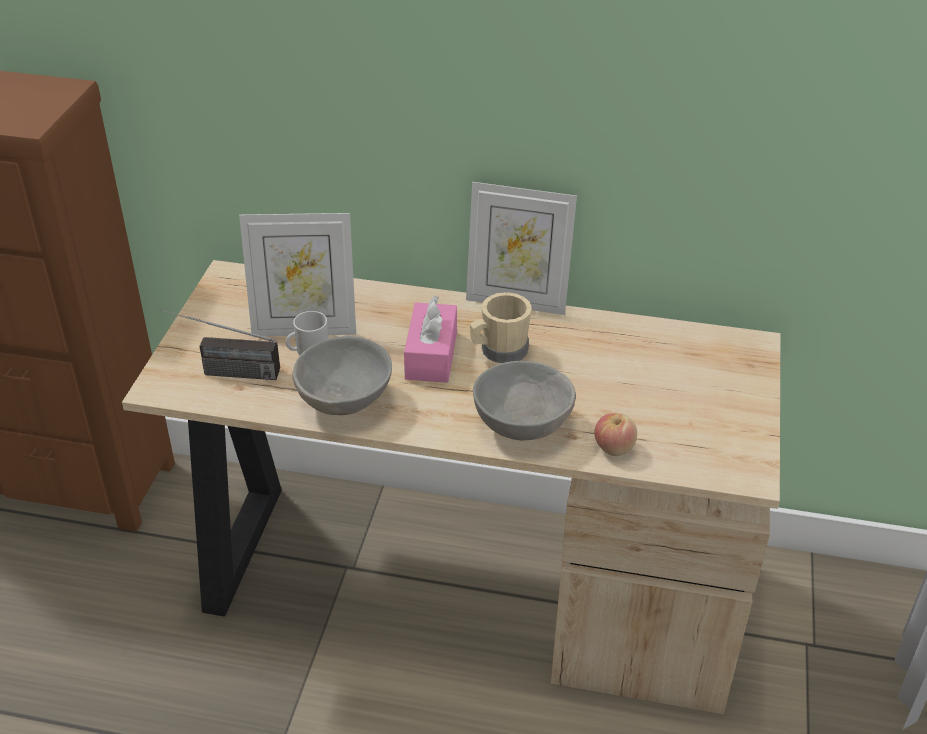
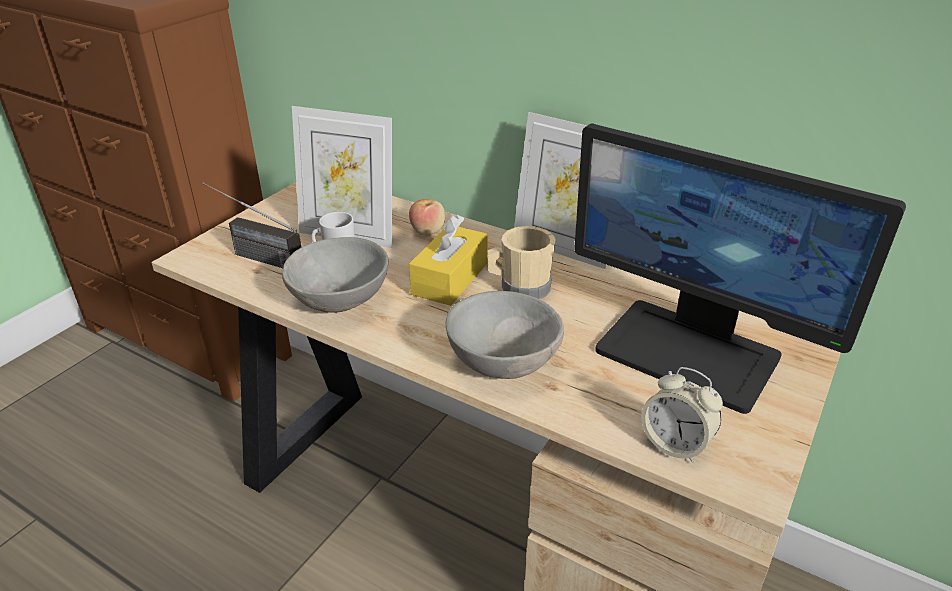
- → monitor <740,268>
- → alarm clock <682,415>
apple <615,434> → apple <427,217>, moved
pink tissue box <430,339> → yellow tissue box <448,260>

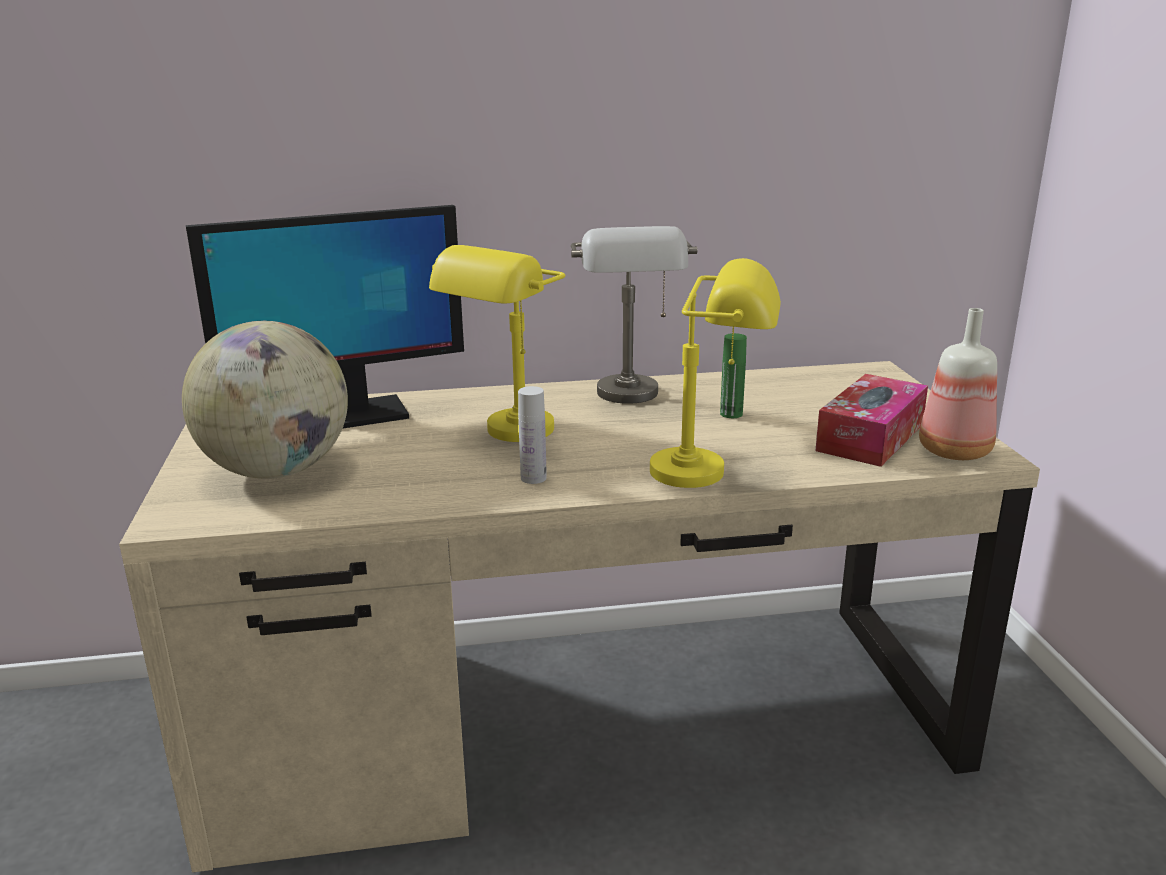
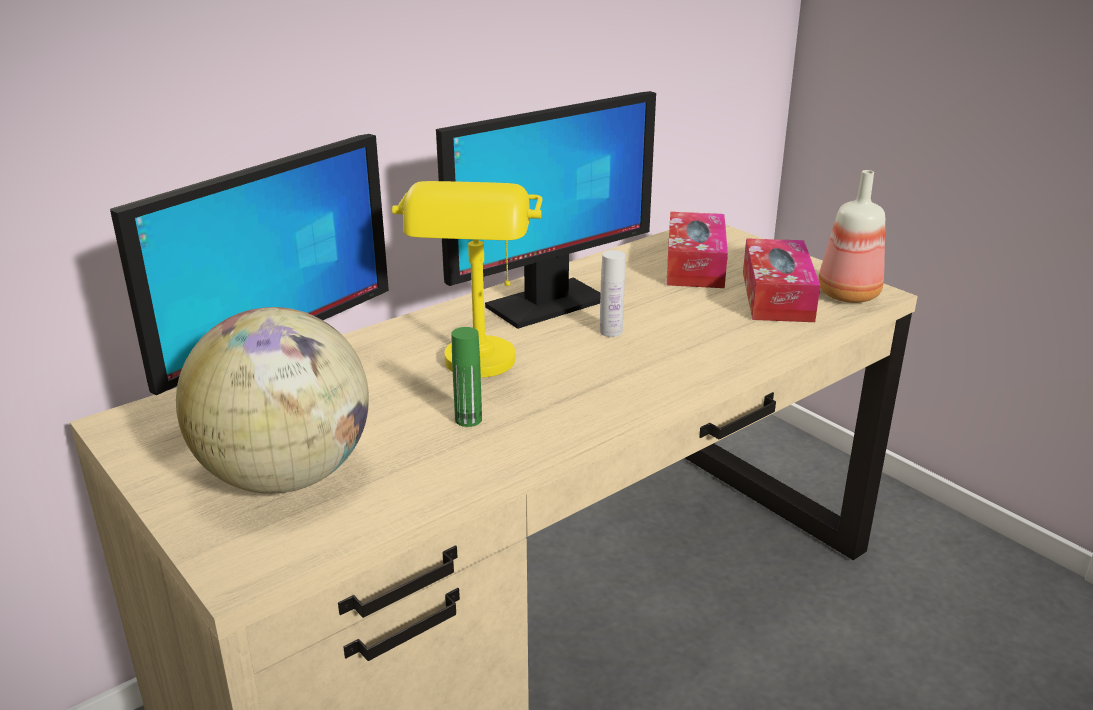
yellow table lamp <715,373> → -
- → tissue box <697,250>
white bottle <532,435> → white bottle <612,293>, moved
green bottle <733,375> → green bottle <466,377>, moved
grey table lamp <634,315> → monitor <546,210>

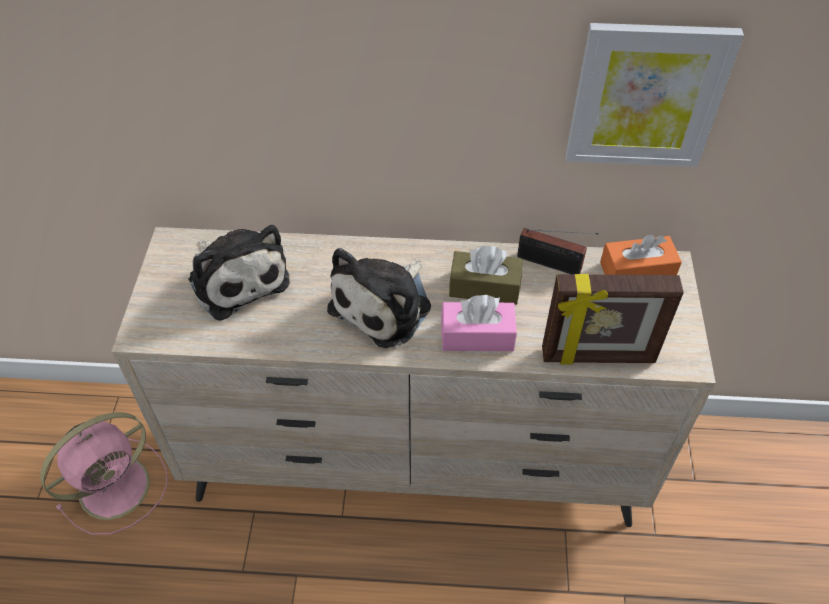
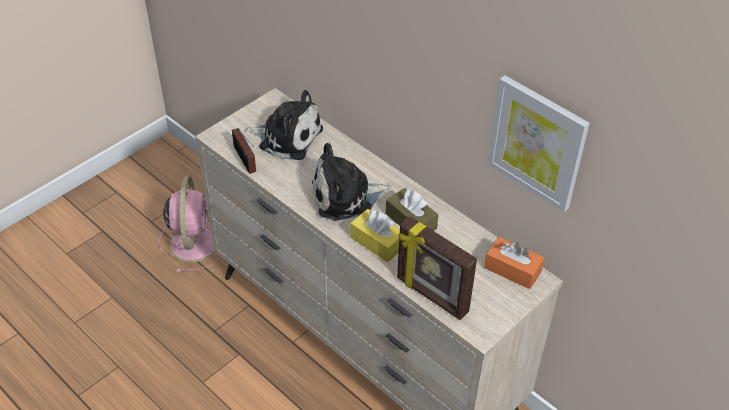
radio <558,251> → radio <244,151>, moved
pink tissue box <479,323> → yellow tissue box <375,235>
pink fan <104,473> → pink fan <190,224>, 90 degrees counterclockwise
plush toy <239,273> → plush toy <284,125>, 75 degrees counterclockwise

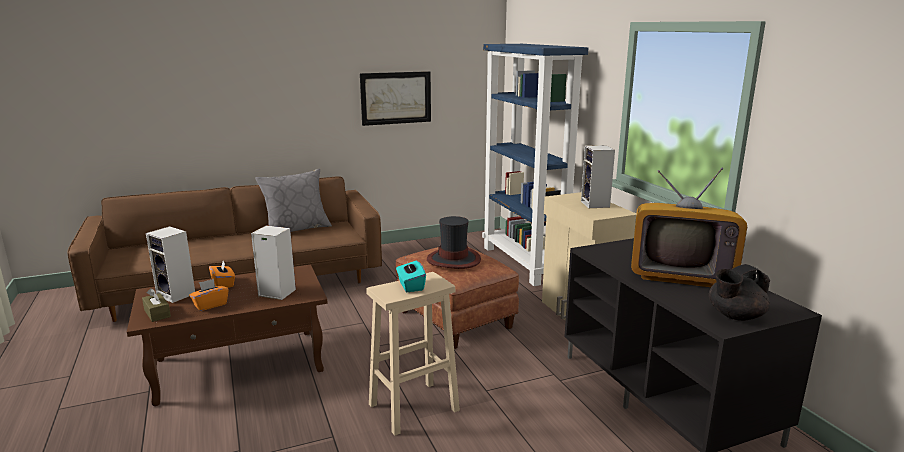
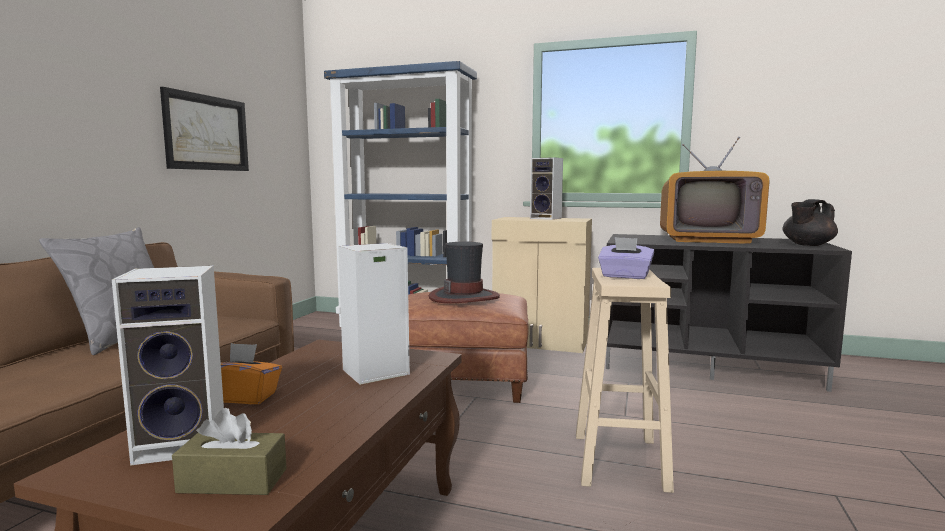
orange tissue box <209,295> → -
turquoise tissue box <411,274> → purple tissue box <626,258>
television <689,227> → television <715,190>, 45 degrees clockwise
black teapot <739,292> → black teapot <810,222>, 45 degrees clockwise

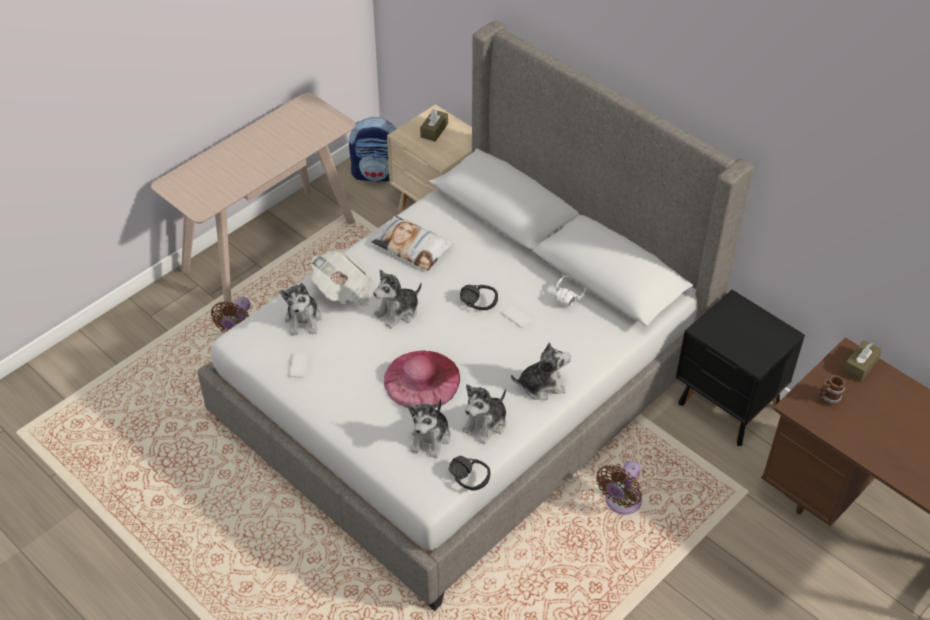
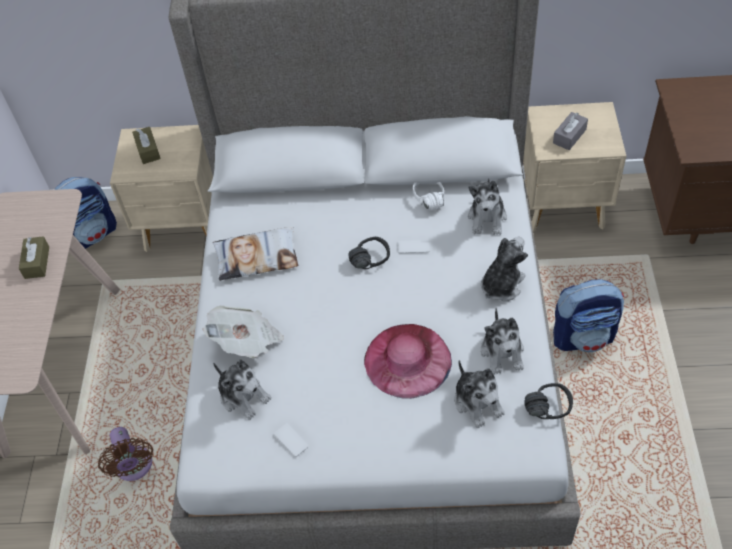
mug <832,389> → -
- → grey tissue box <570,131>
plush toy <397,299> → plush toy <487,206>, moved
brown tissue box <862,361> → brown tissue box <34,257>, moved
brown fan <619,487> → backpack <588,315>
black nightstand <740,368> → beige nightstand <574,167>

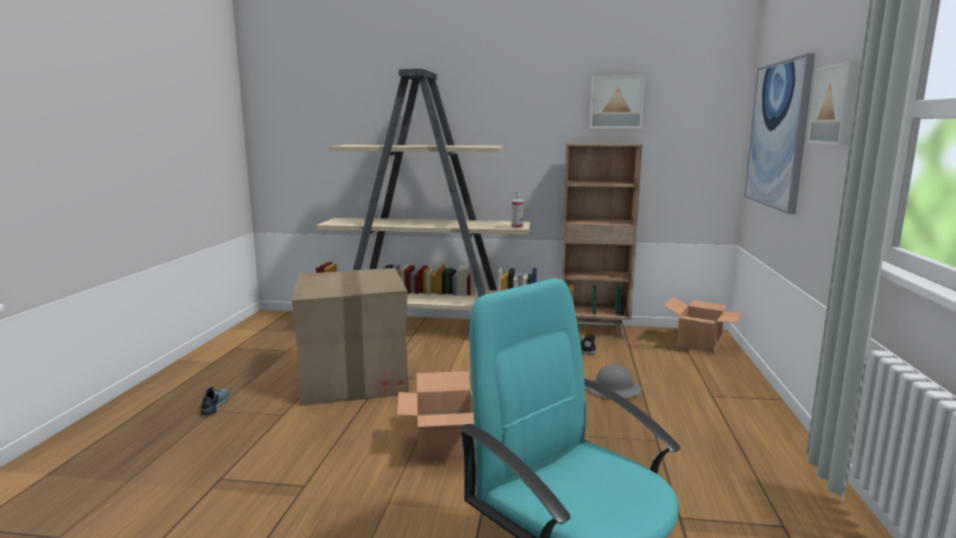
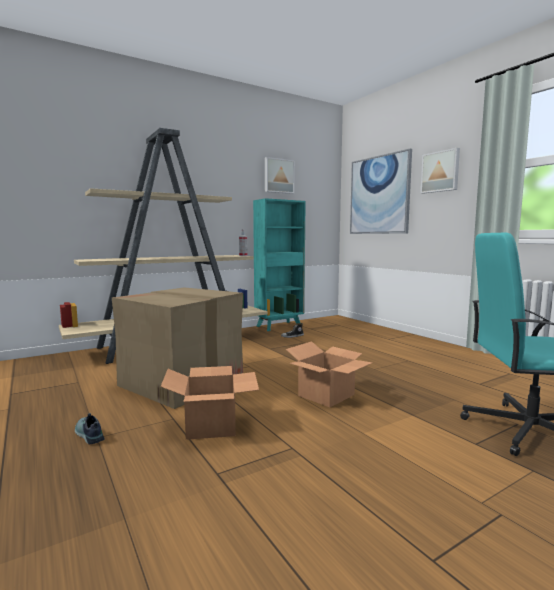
grey hard hat <614,381> → -
cardboard box <703,325> → cardboard box <210,403>, moved
brown bookcase <602,241> → turquoise bookcase <279,264>

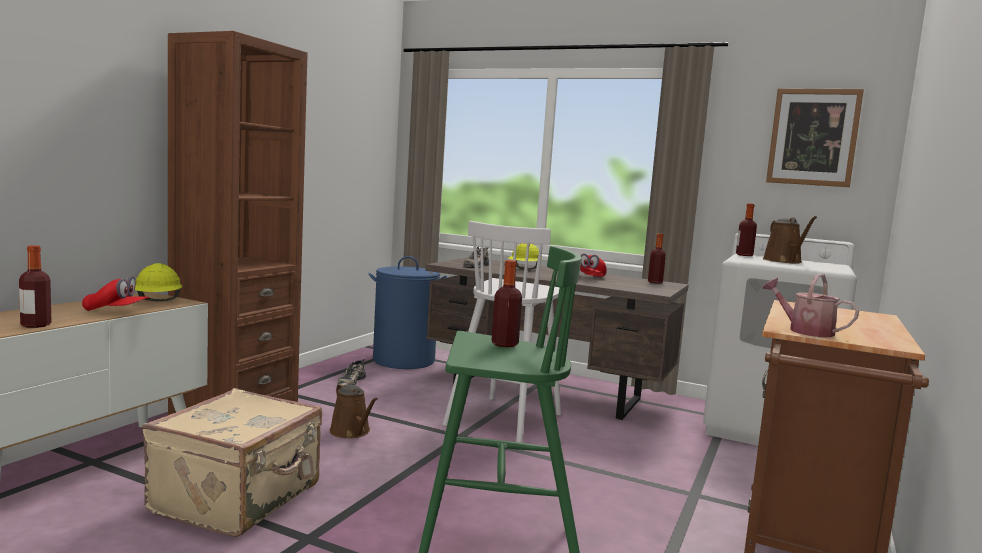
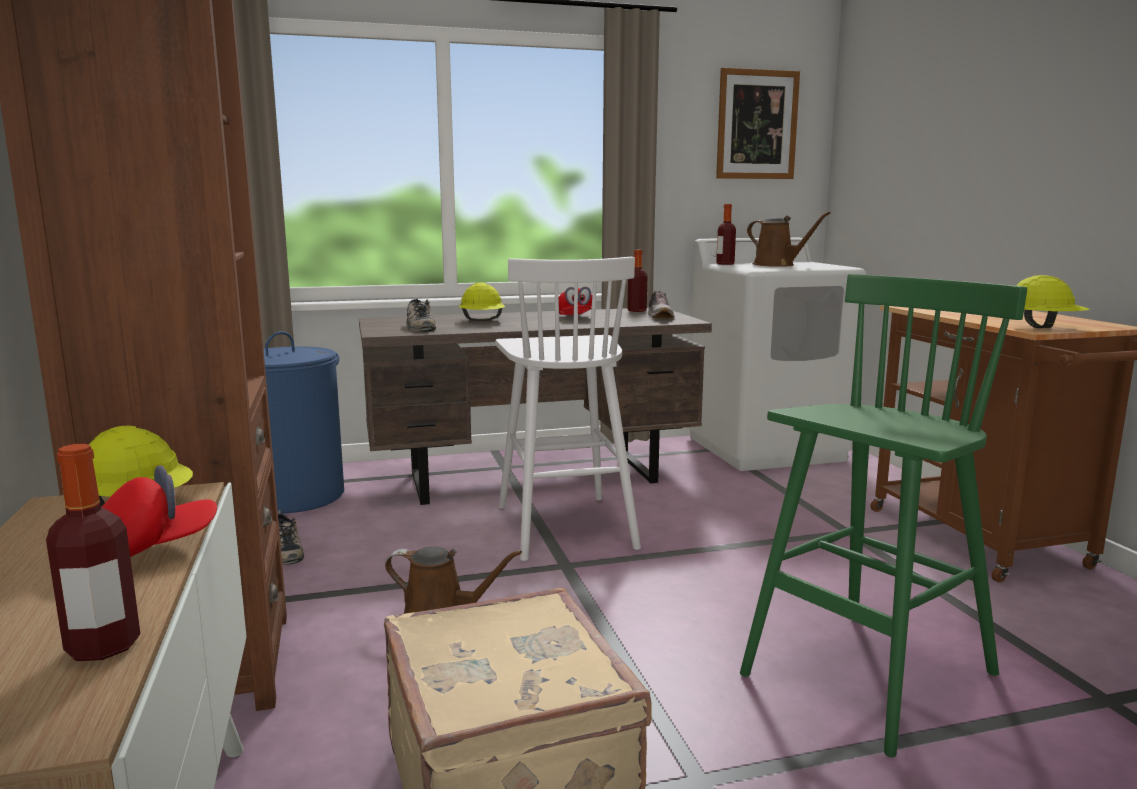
bottle <507,303> → -
- → shoe <661,305>
watering can <810,305> → yellow hard hat <1052,301>

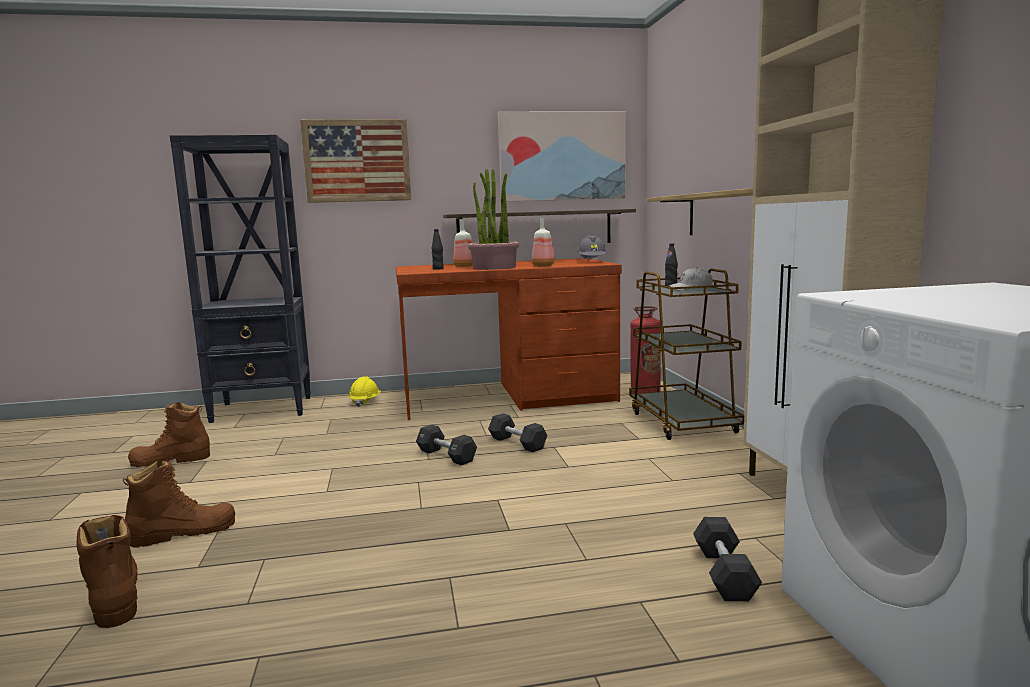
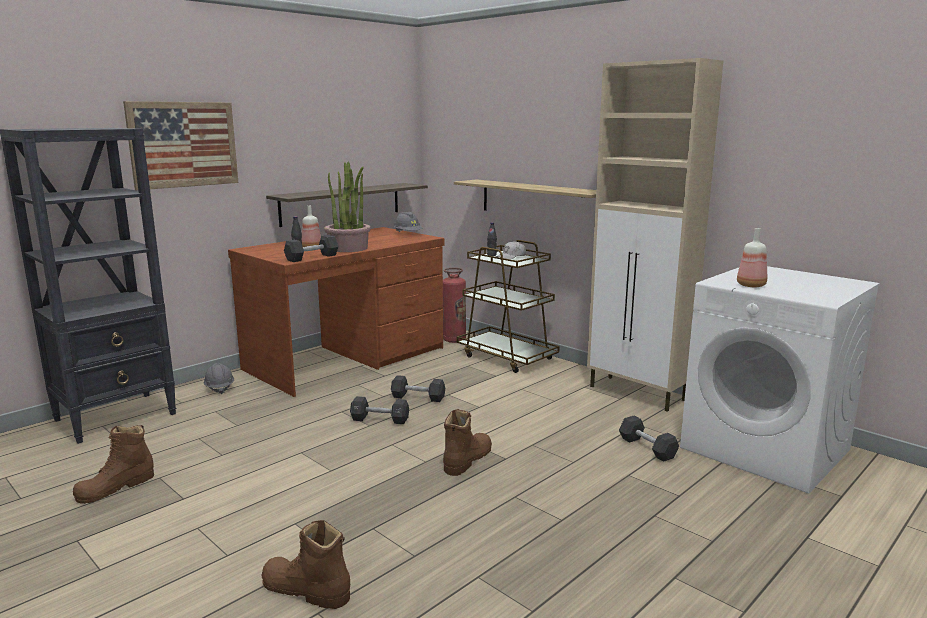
picture <562,156> → -
- → black dumbbell <311,248>
brown boot <179,503> → brown boot <467,442>, moved
bottle <543,242> → bottle <752,257>, moved
yellow hard hat <365,391> → grey hard hat <219,378>

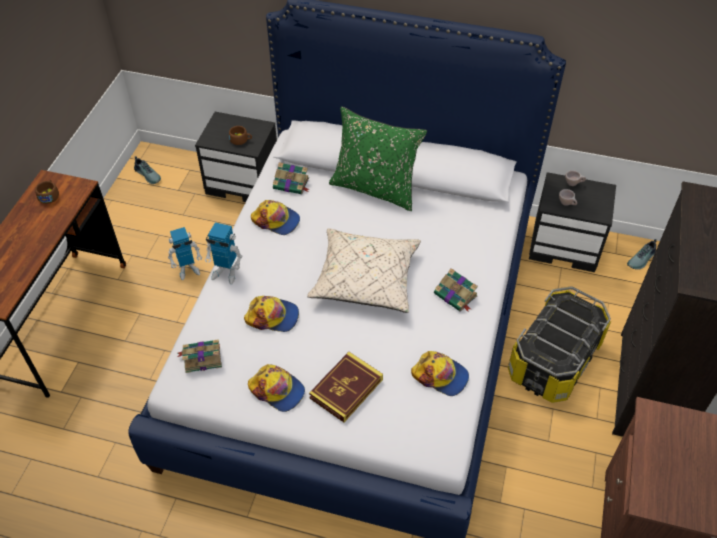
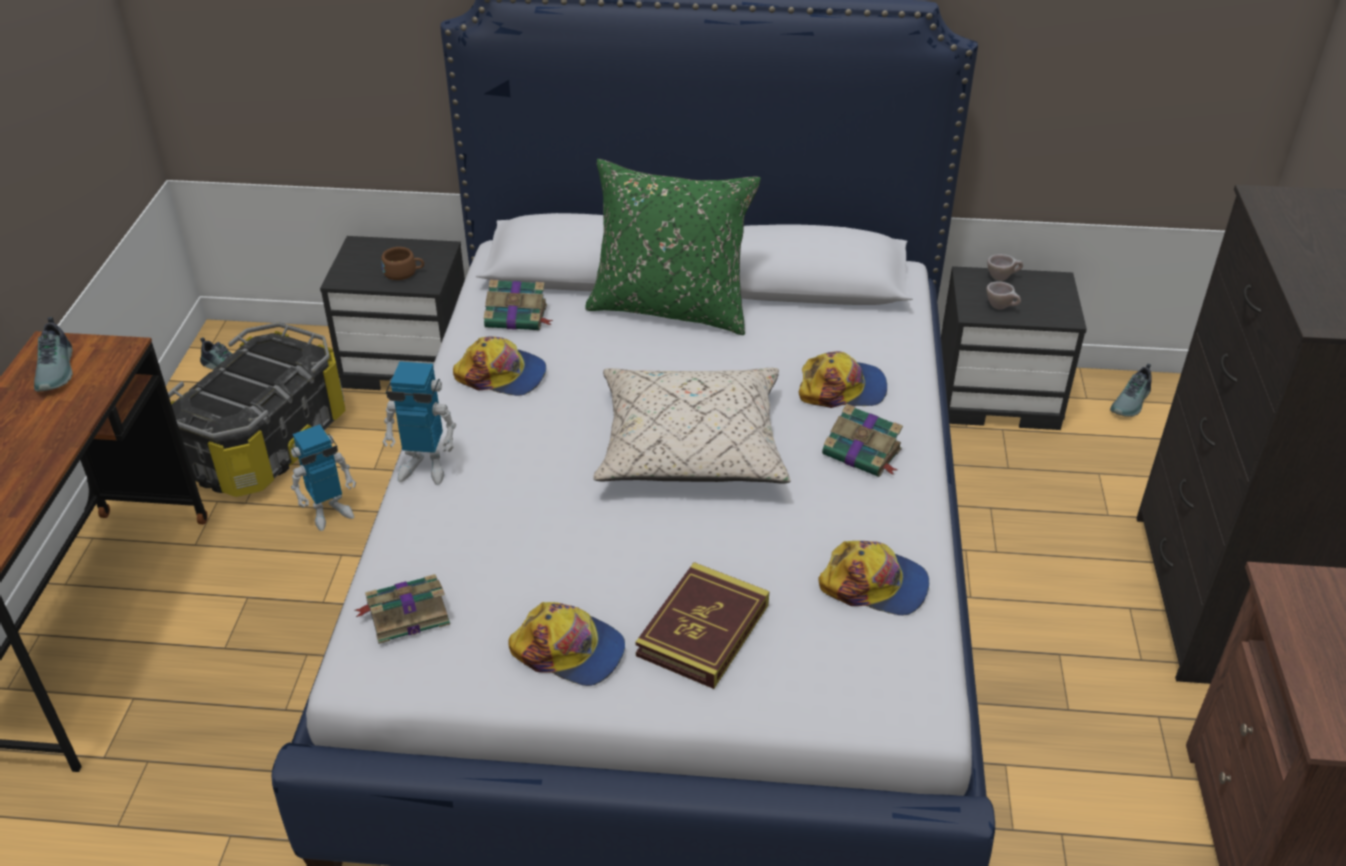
cap <271,314> → cap <843,379>, moved
storage box <559,344> → storage box <257,409>, moved
brown cup <47,192> → shoe <53,354>

